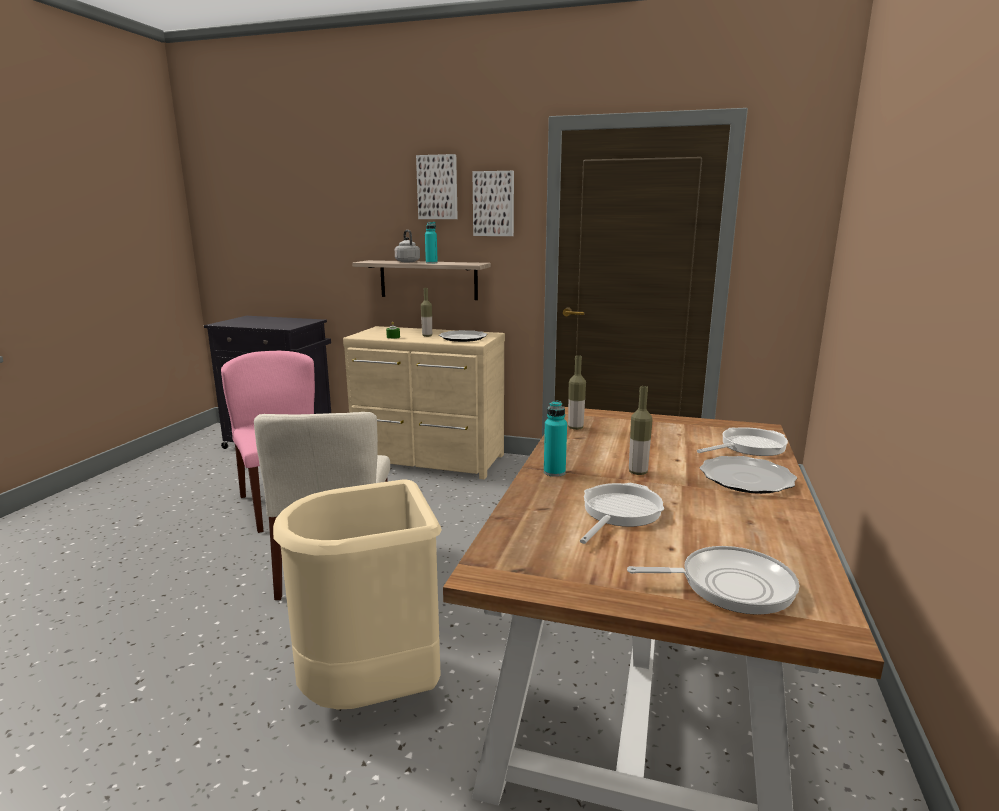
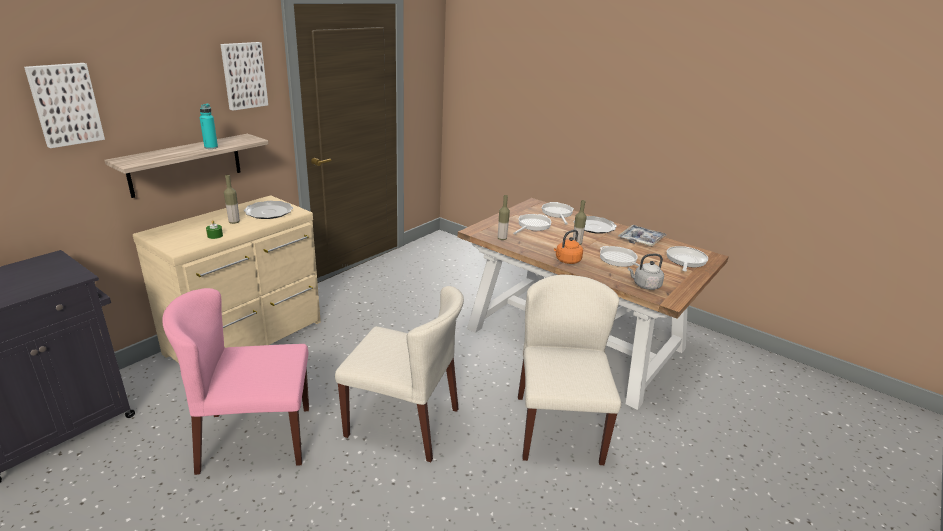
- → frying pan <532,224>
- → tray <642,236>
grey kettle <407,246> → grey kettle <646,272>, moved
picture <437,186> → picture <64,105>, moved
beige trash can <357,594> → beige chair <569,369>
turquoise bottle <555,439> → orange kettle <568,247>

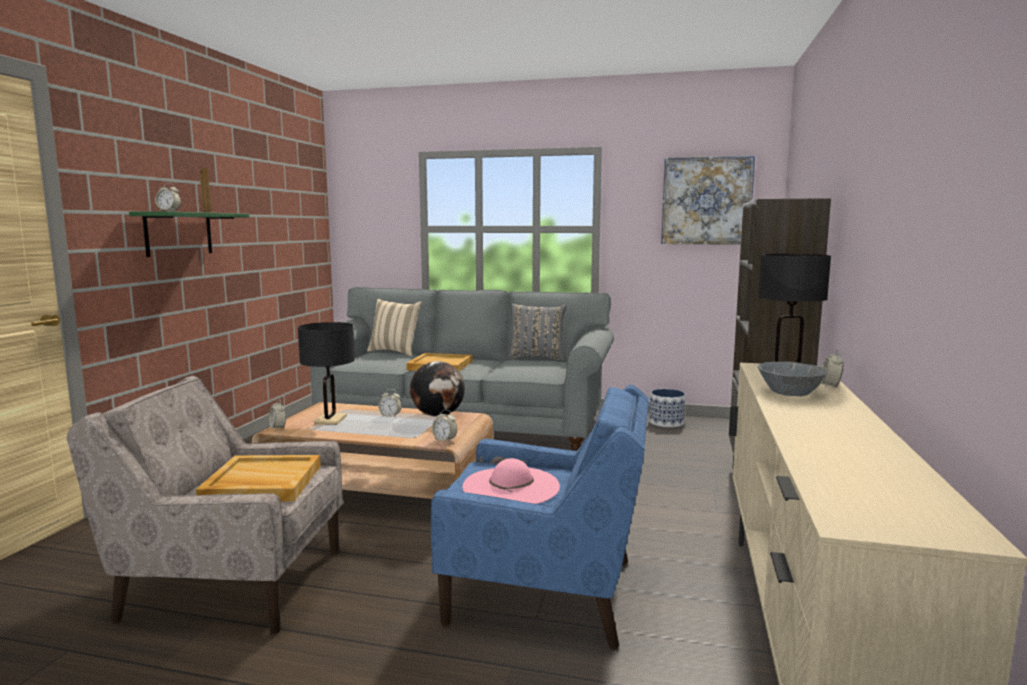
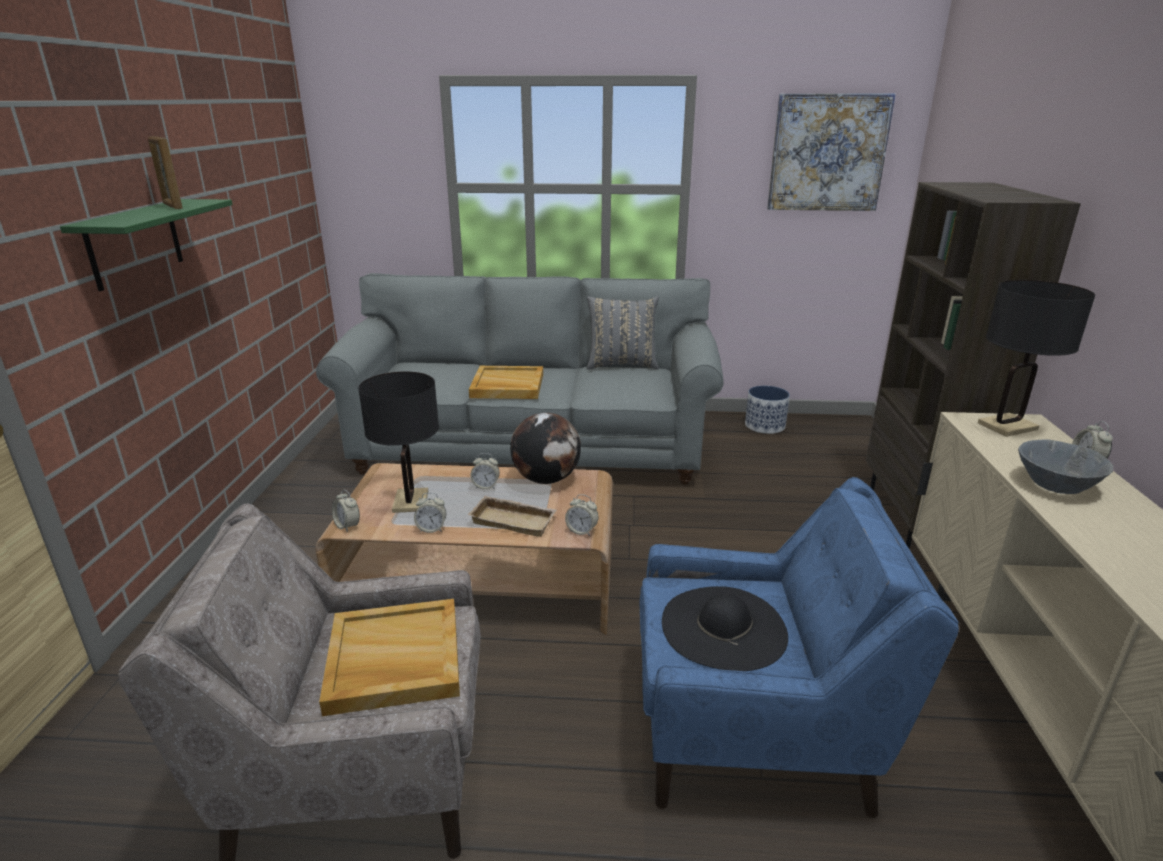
beige pillow <394,327> → -
- → beige tray <512,516>
alarm clock <168,197> → alarm clock <430,513>, moved
pink hat <511,481> → black hat <725,628>

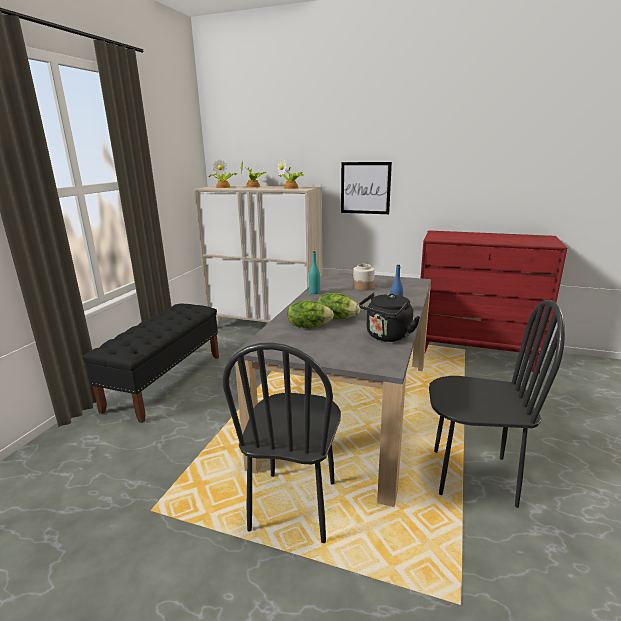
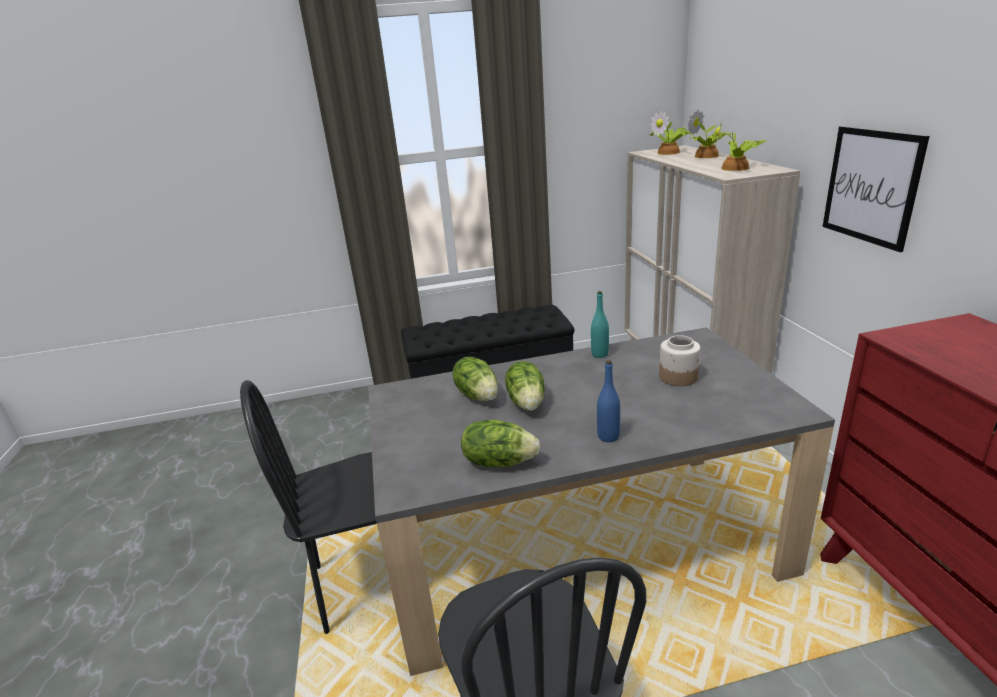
black kettle <389,317> → lettuce <500,443>

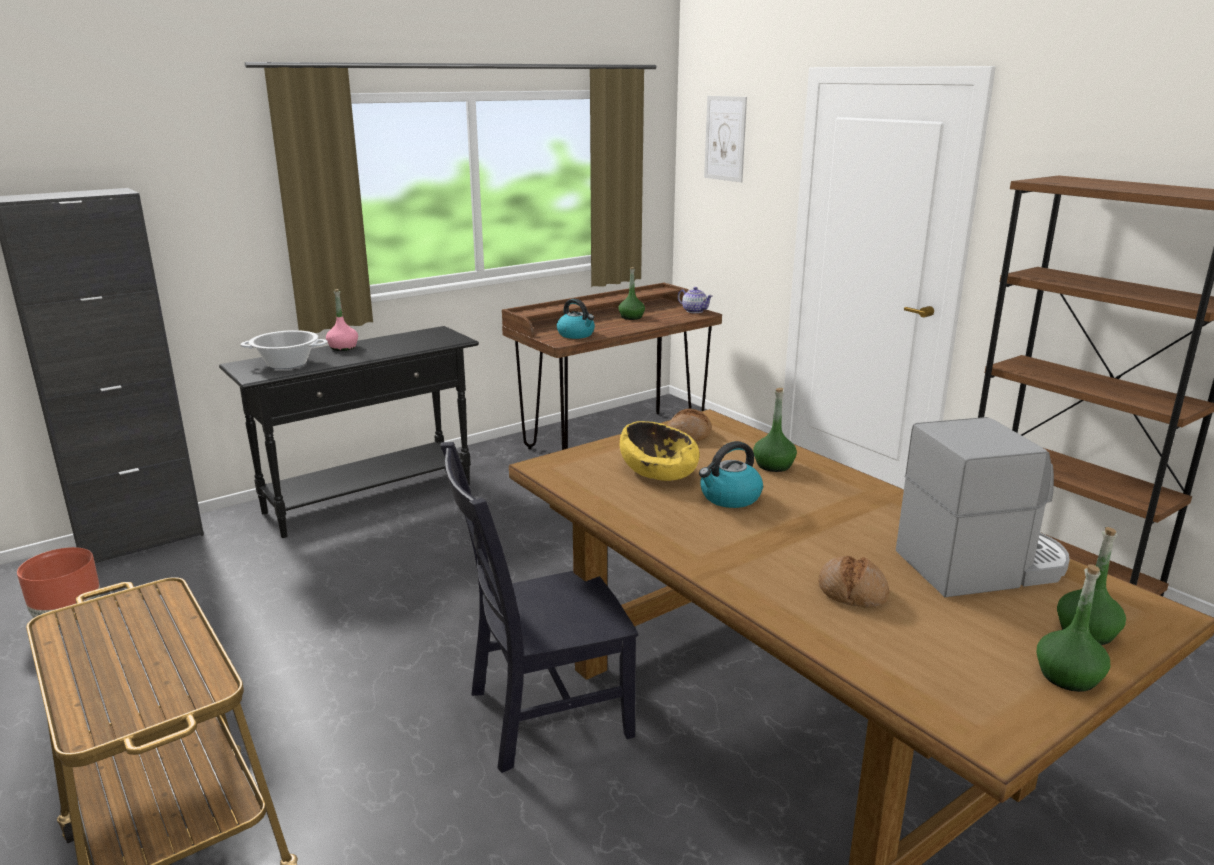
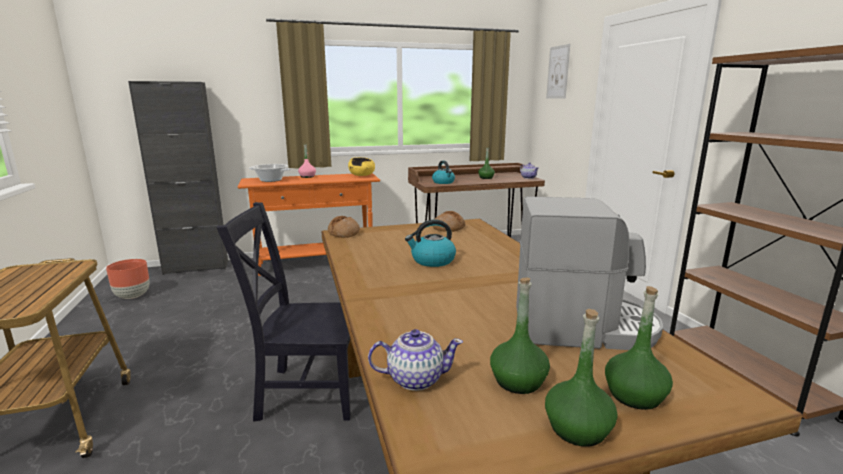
- → teapot <415,360>
yellow bowl <659,451> → yellow bowl <361,166>, moved
green bottle <775,430> → green bottle <520,335>, moved
bread <853,582> → bread <344,227>, moved
black console table <349,432> → orange console table <309,224>

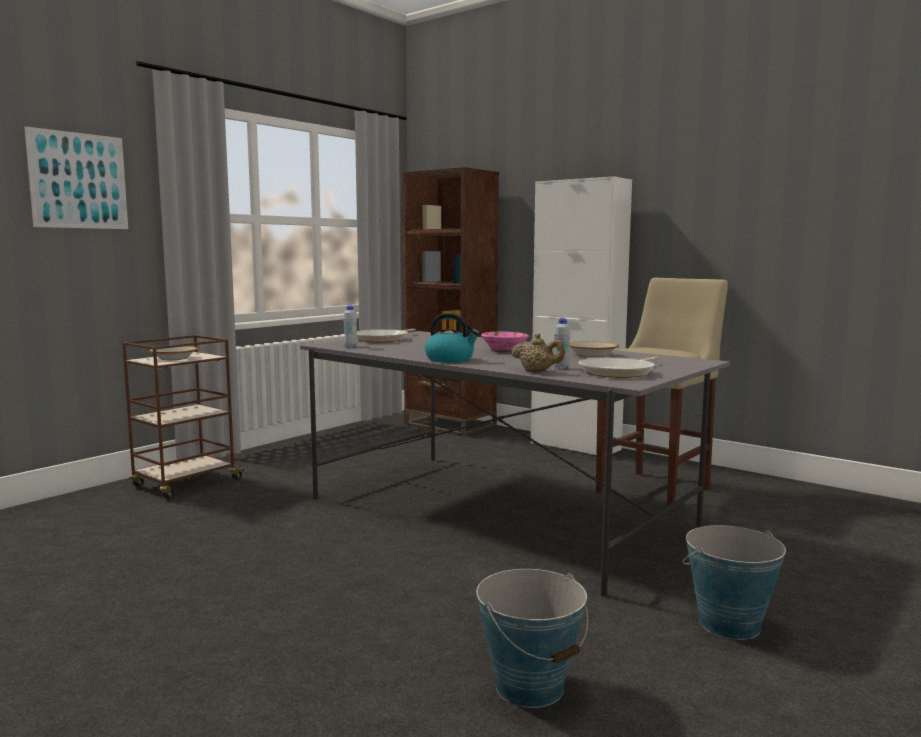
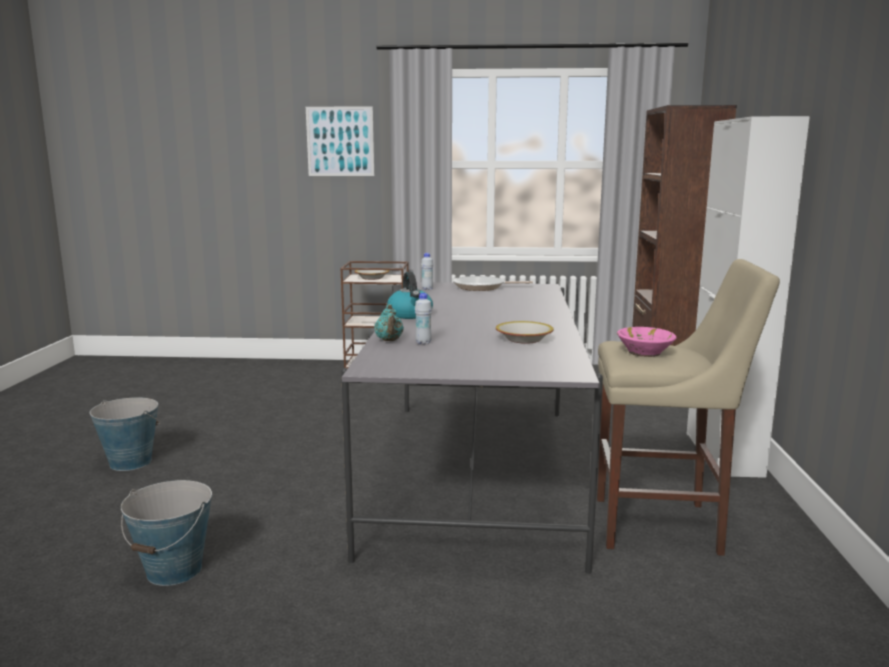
frying pan <619,367> → -
pink bowl <505,342> → pink bowl <647,342>, moved
bucket <734,582> → bucket <125,434>, moved
beige teapot <538,352> → turquoise teapot <389,322>

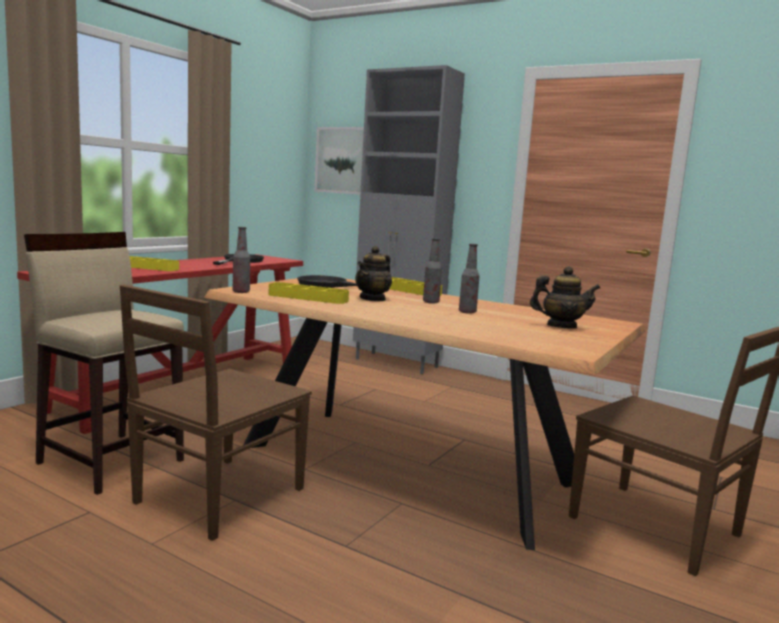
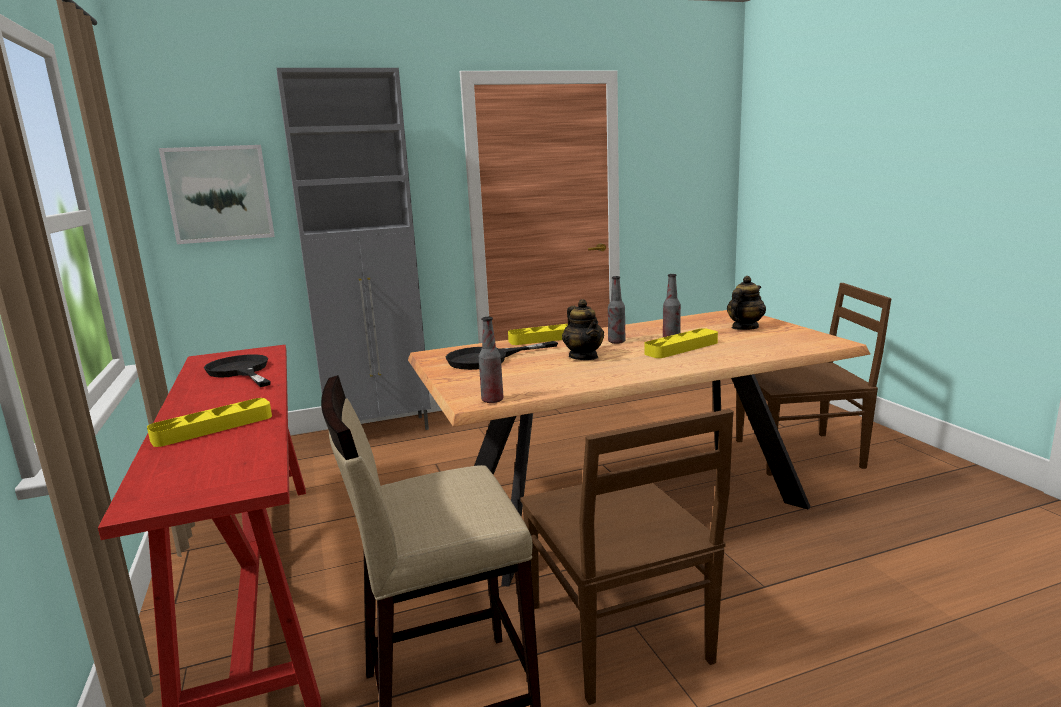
yellow tray <308,293> → yellow tray <681,343>, moved

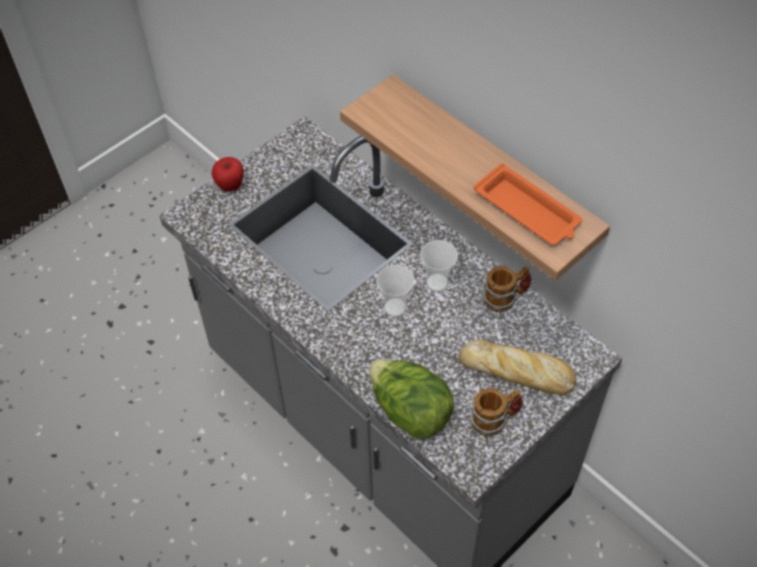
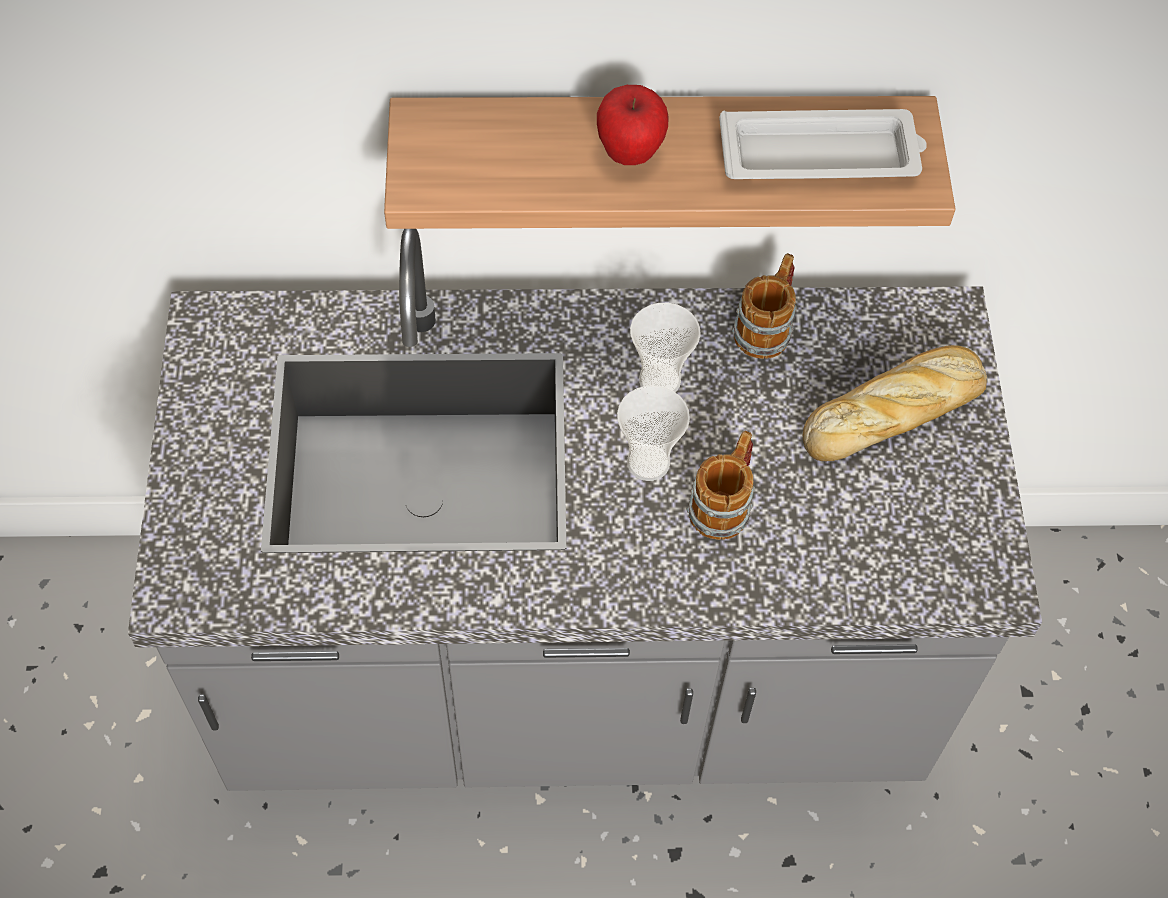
lettuce <411,399> → -
apple <228,174> → apple <632,125>, moved
mug <496,412> → mug <721,485>, moved
orange tray <528,204> → white tray <823,144>

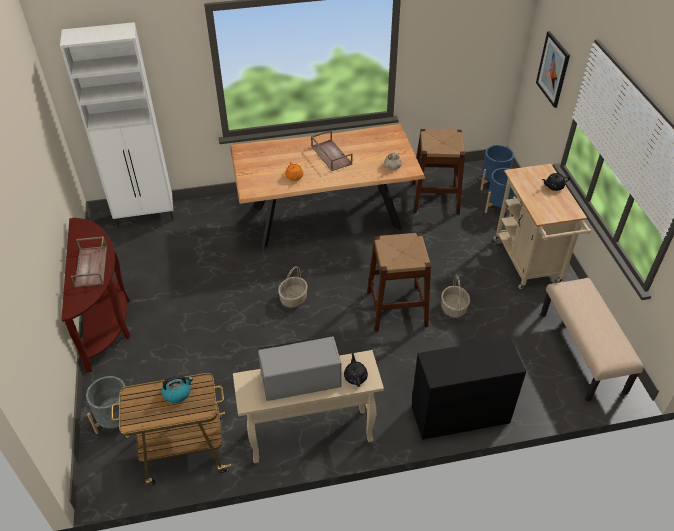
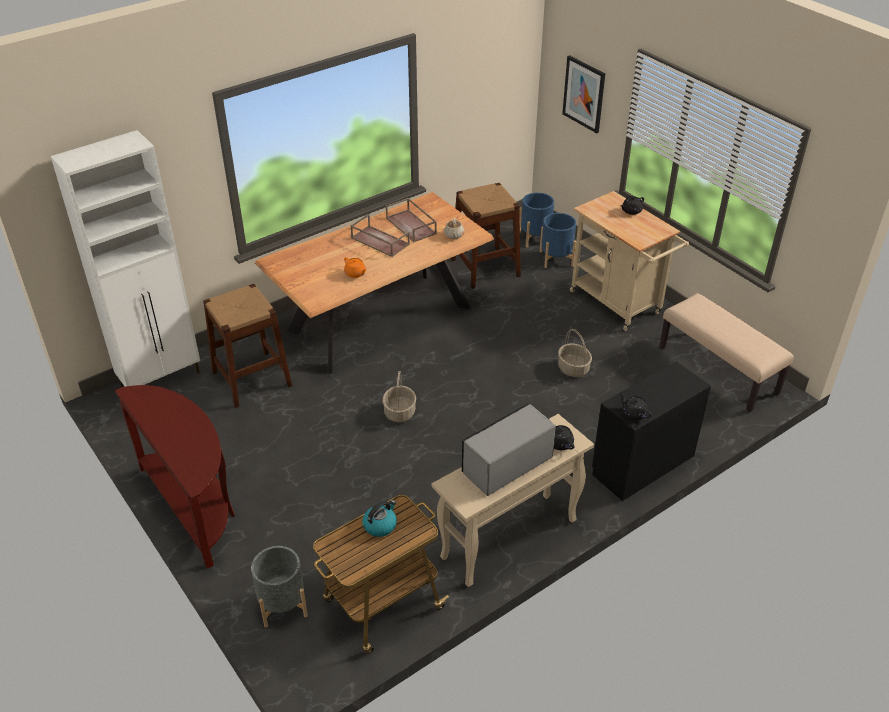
- → black teapot <635,406>
brown tray <89,261> → brown tray <411,220>, moved
brown stool <399,282> → brown stool <247,346>, moved

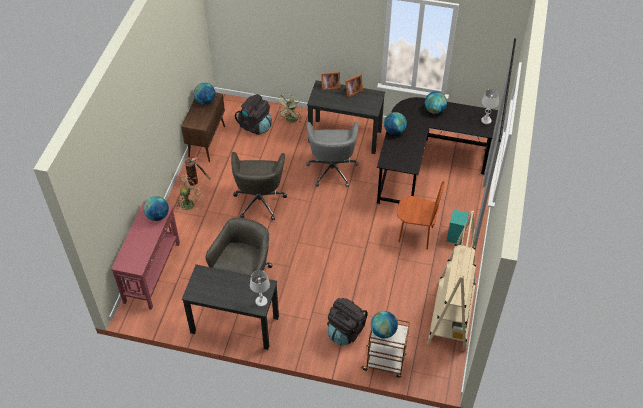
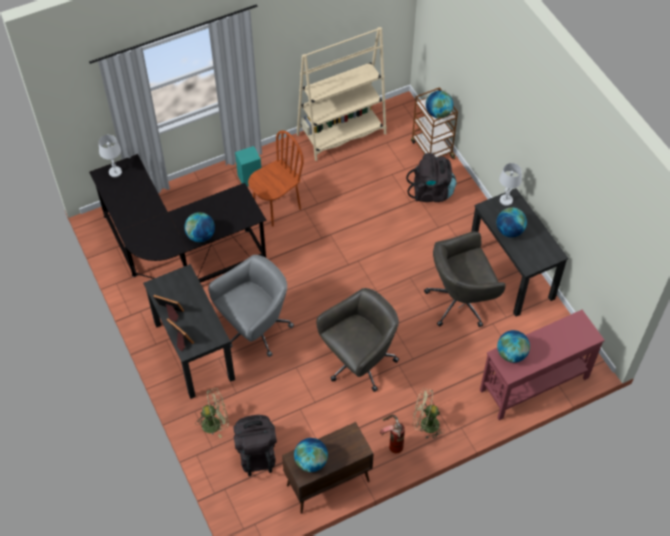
globe <436,102> → globe <511,222>, moved
brown chair <421,215> → brown chair <276,178>, 75 degrees clockwise

